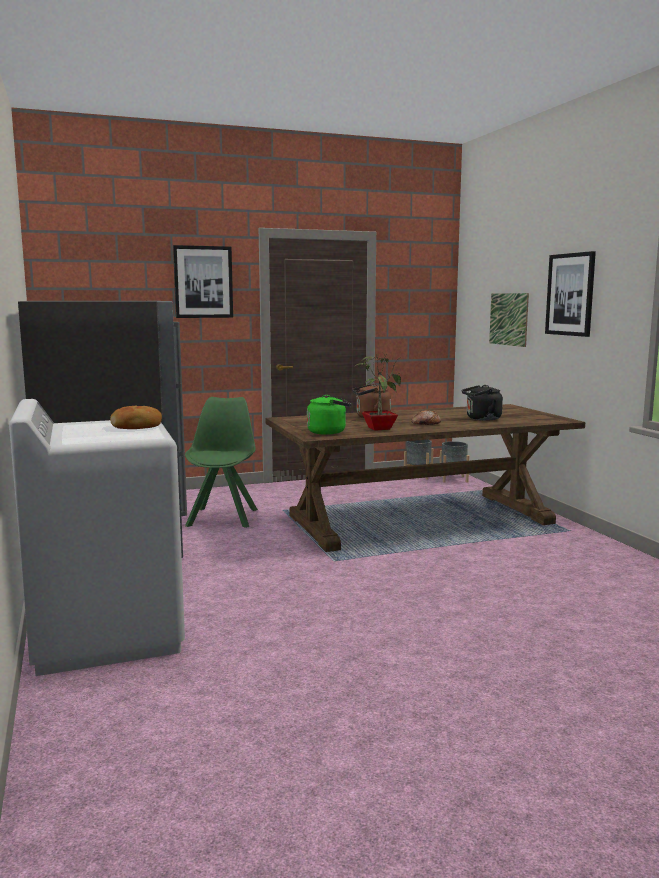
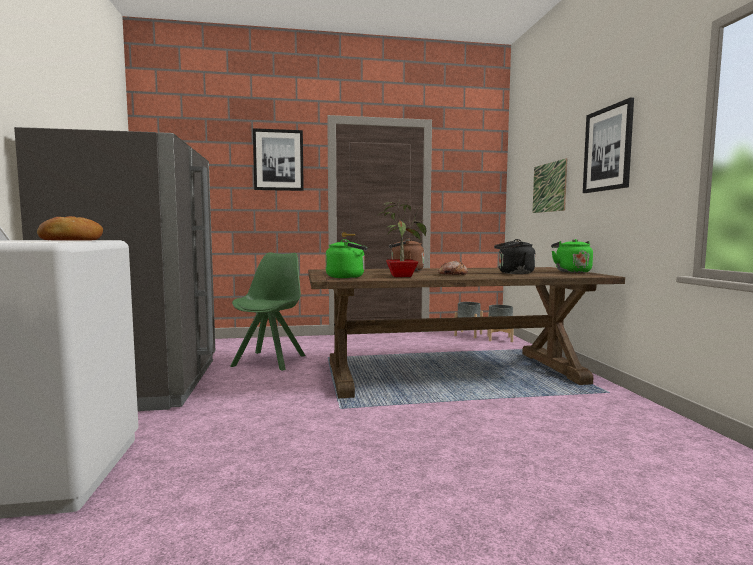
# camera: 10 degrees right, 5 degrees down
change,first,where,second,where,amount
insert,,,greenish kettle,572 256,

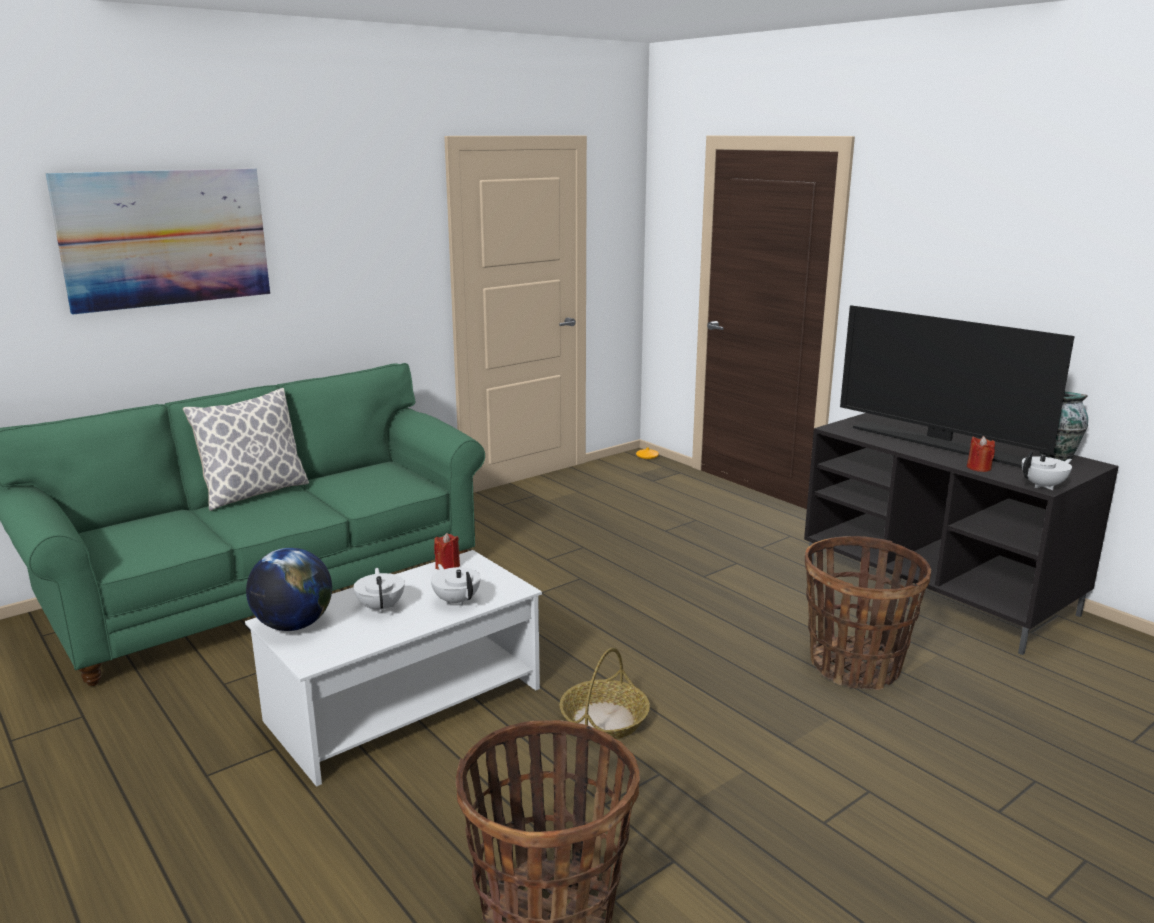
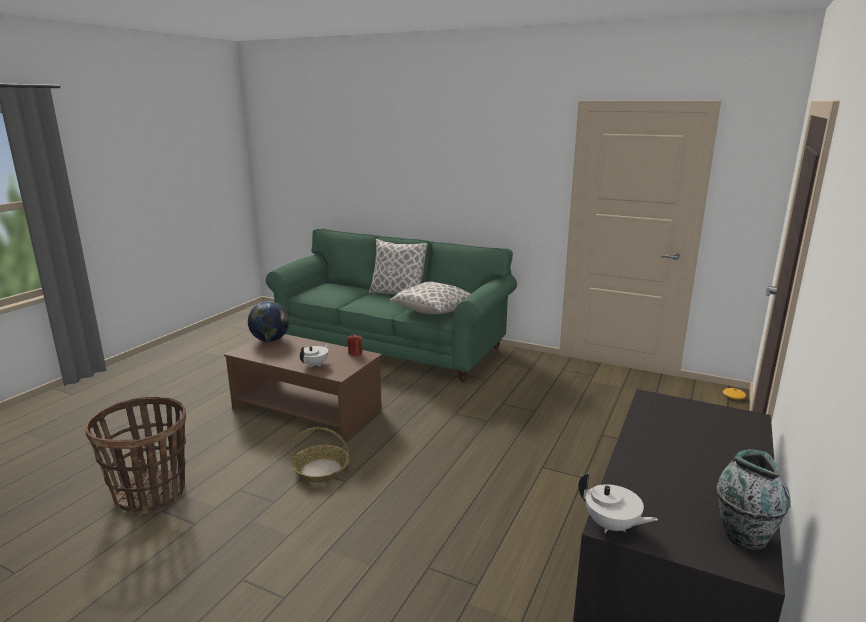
# camera: 65 degrees right, 0 degrees up
change,first,where,second,where,amount
delete,picture,157 241,,,
recolor,whitish lounge table,393 668,brownish lounge table,303 387,
delete,whitish pot for tea,379 590,,,
delete,basket,868 613,,,
delete,television,957 386,,,
delete,red-coloured candle,981 454,,,
insert,,,pillow,430 297,

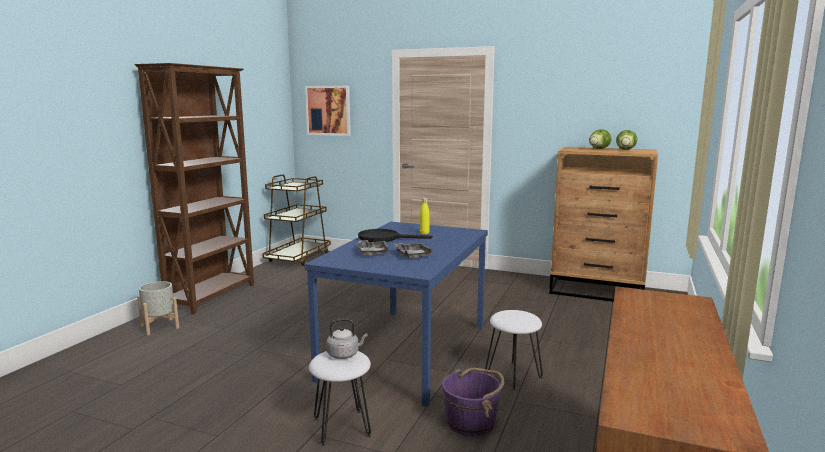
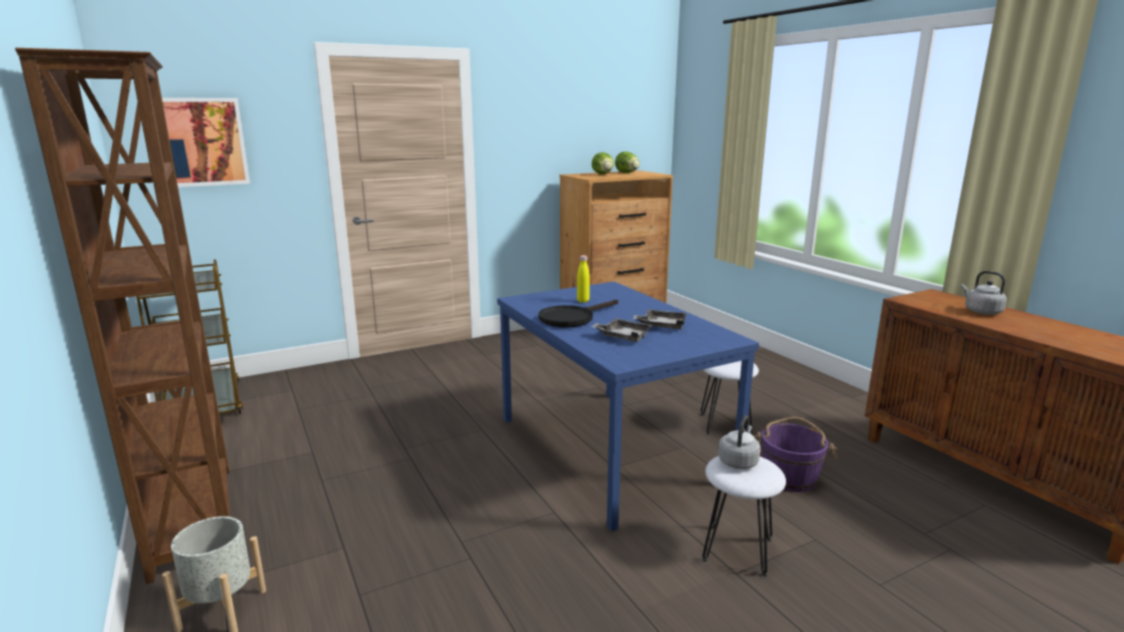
# camera: 50 degrees left, 5 degrees up
change,first,where,second,where,amount
insert,,,gray kettle,984 293,

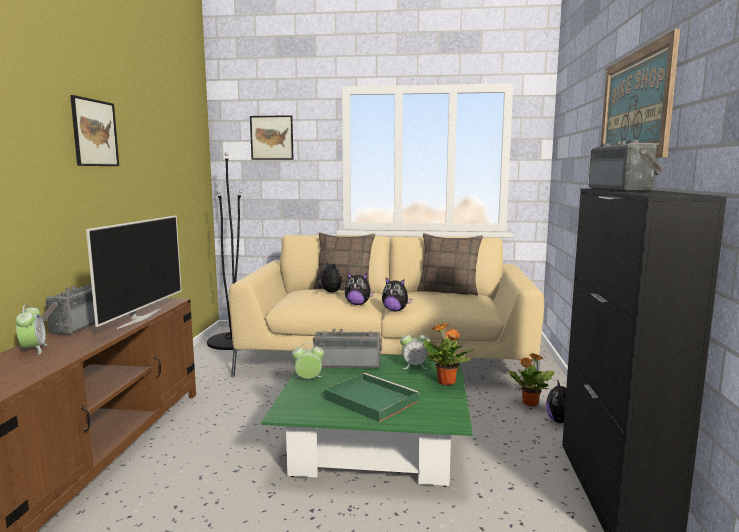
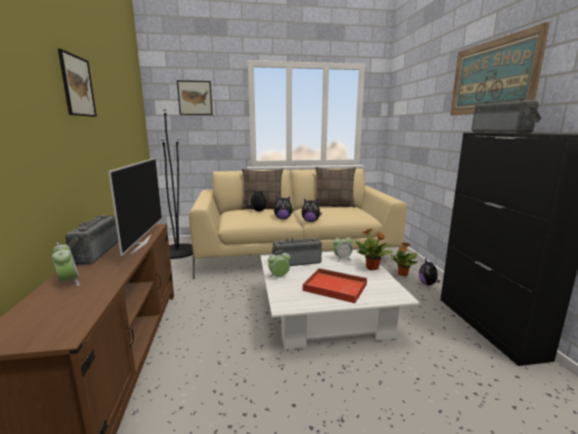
# camera: 15 degrees left, 5 degrees up
change,first,where,second,where,amount
recolor,greenish lounge table,367 420,whitish lounge table,340 300,
recolor,greenish carrying tray,372 397,red-coloured carrying tray,335 285,

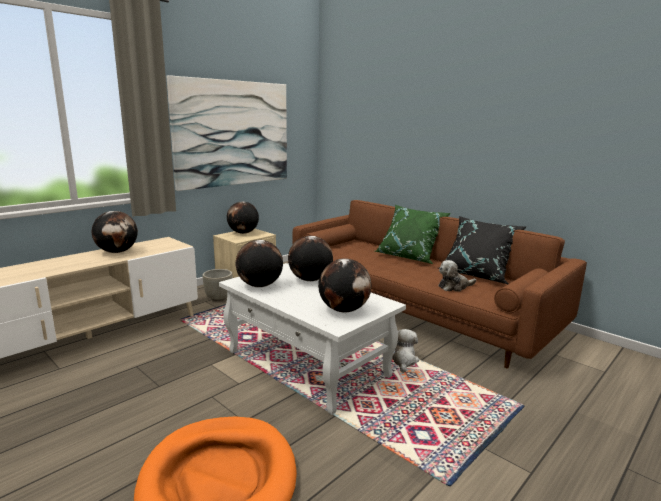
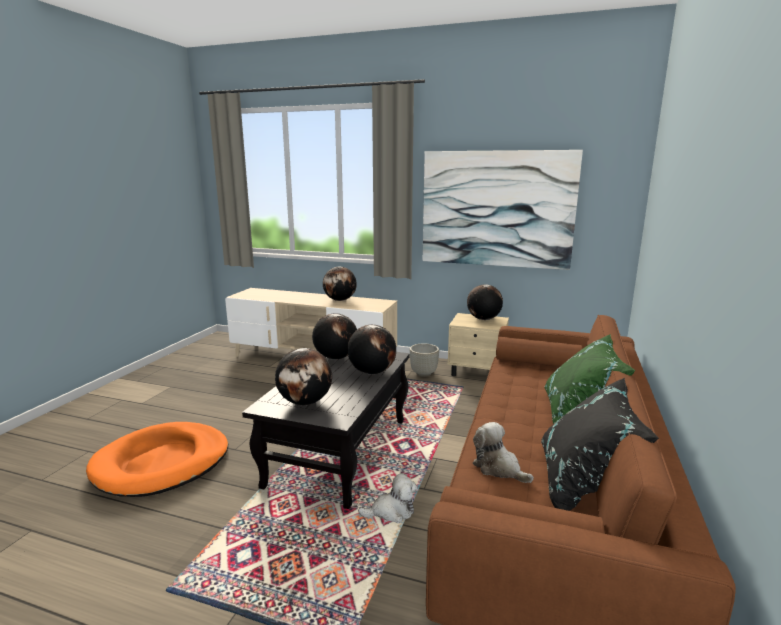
# camera: 65 degrees right, 0 degrees up
change,first,where,second,where,amount
recolor,whitish lounge table,312 339,black lounge table,326 430,

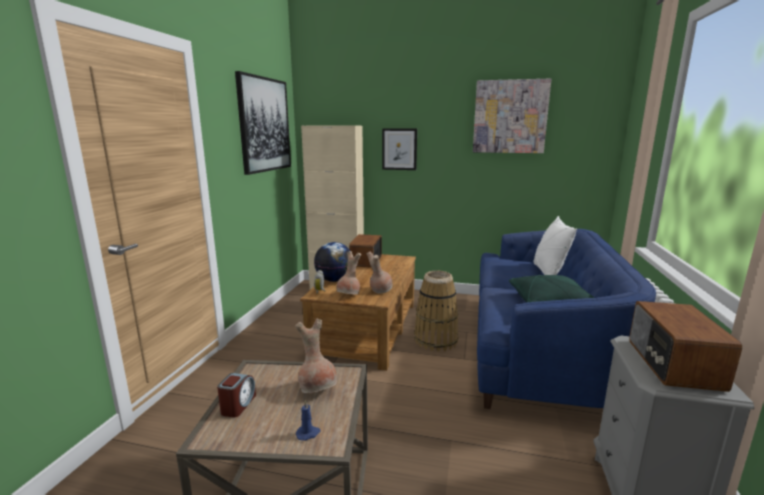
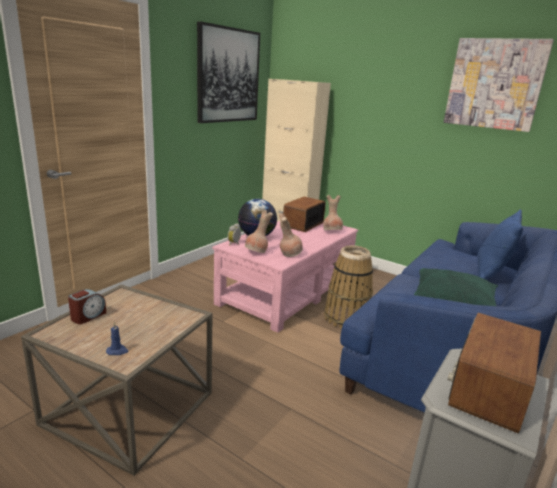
# camera: 20 degrees right, 5 degrees up
change,first,where,second,where,amount
move,brownish decorative vase,316 356,,333 212,
recolor,brownish lounge table,358 312,pink-coloured lounge table,285 277,
delete,picture,399 149,,,
recolor,whitish pillow,555 245,blue-coloured pillow,500 244,

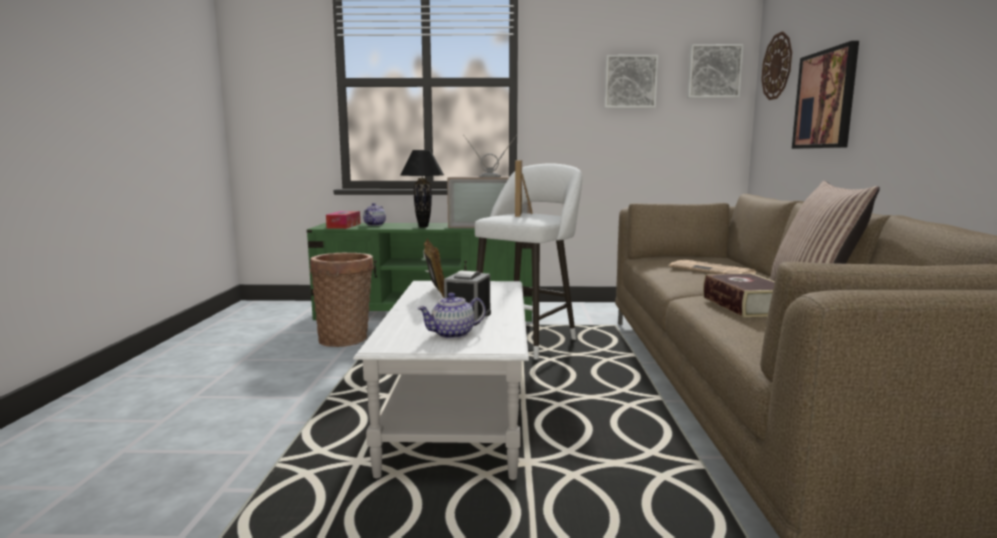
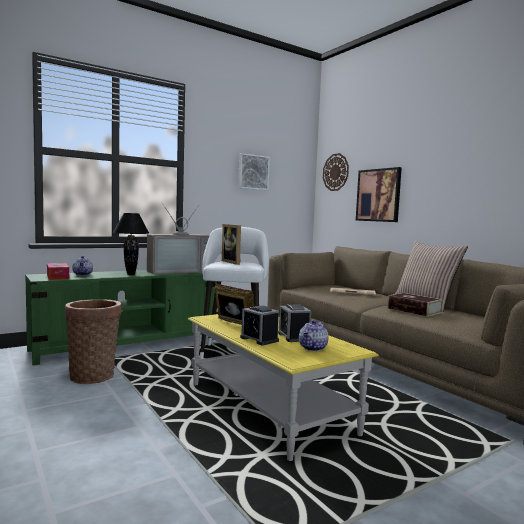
# camera: 35 degrees left, 5 degrees down
change,first,where,second,where,amount
recolor,whitish lounge table,441 380,yellow-coloured lounge table,283 387,
delete,picture,715 71,,,
insert,,,table clock,259 325,

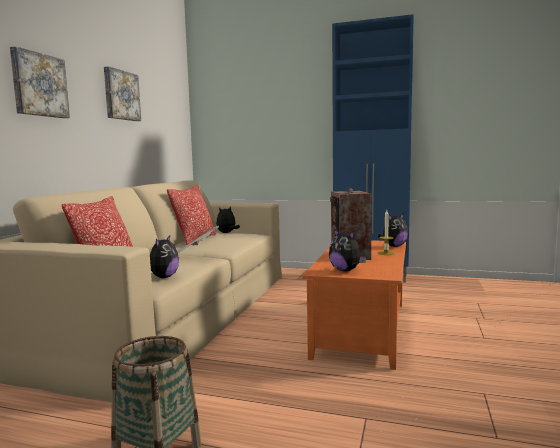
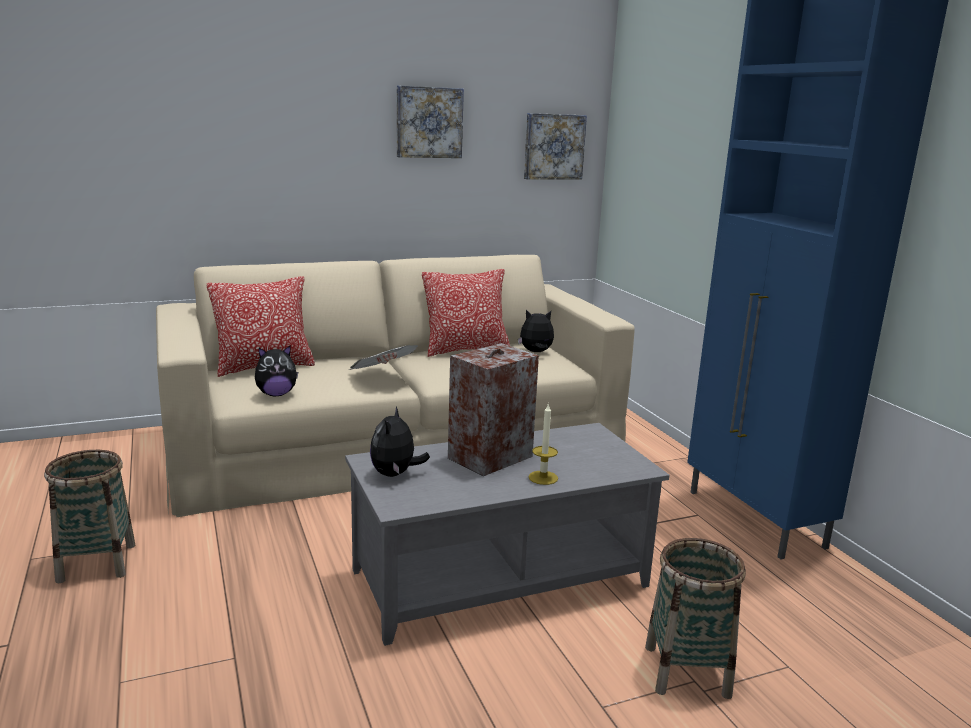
# camera: 50 degrees right, 10 degrees up
change,first,where,second,where,amount
move,picture,40 82,,555 146,
recolor,orange lounge table,354 305,gray lounge table,507 534,
delete,cuddly toy,393 230,,,
insert,,,basket,695 618,

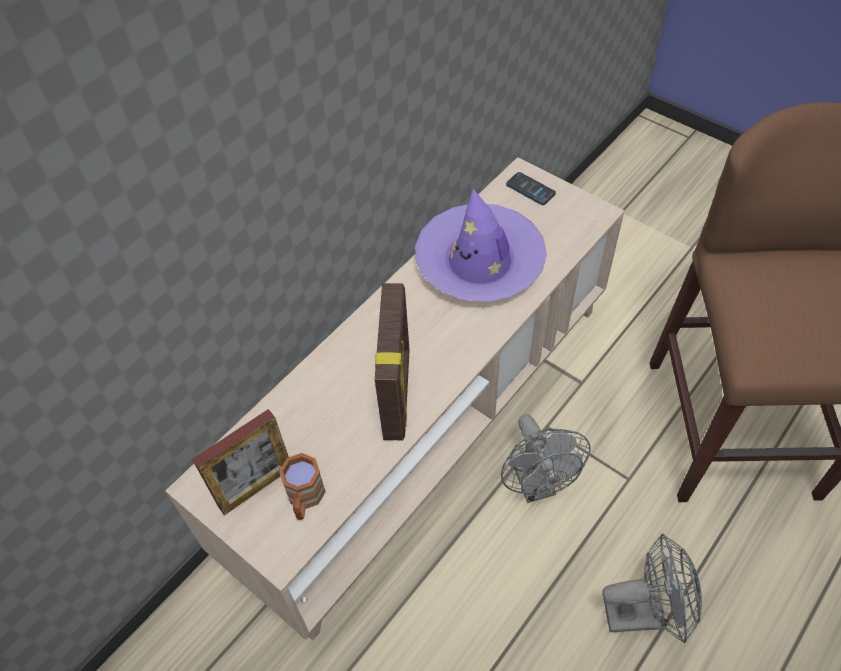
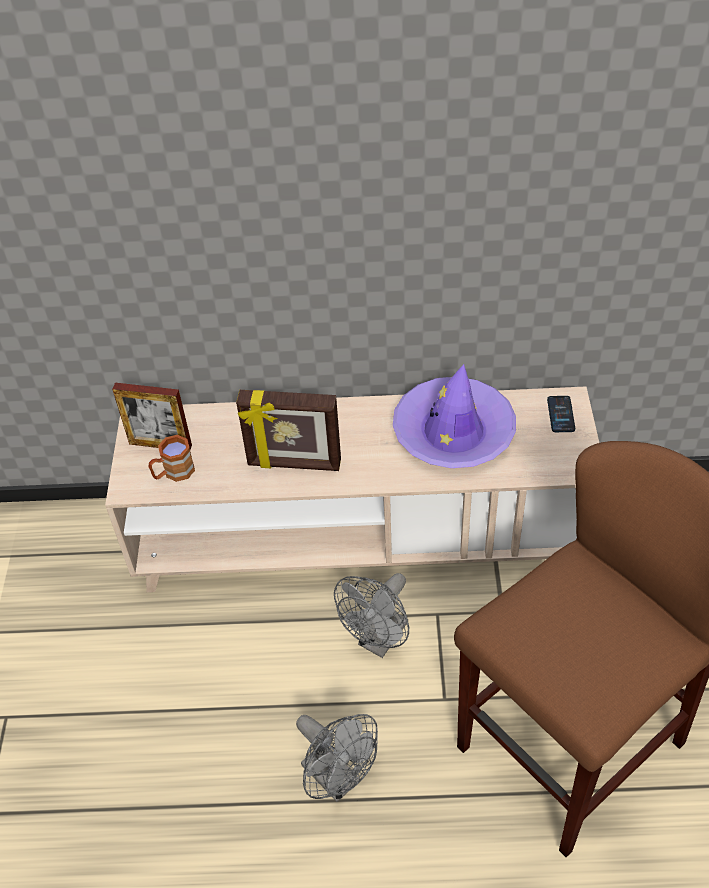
# camera: 50 degrees right, 5 degrees down
change,first,where,second,where,amount
rotate,standing frame,392 361,,288 430,45 degrees clockwise

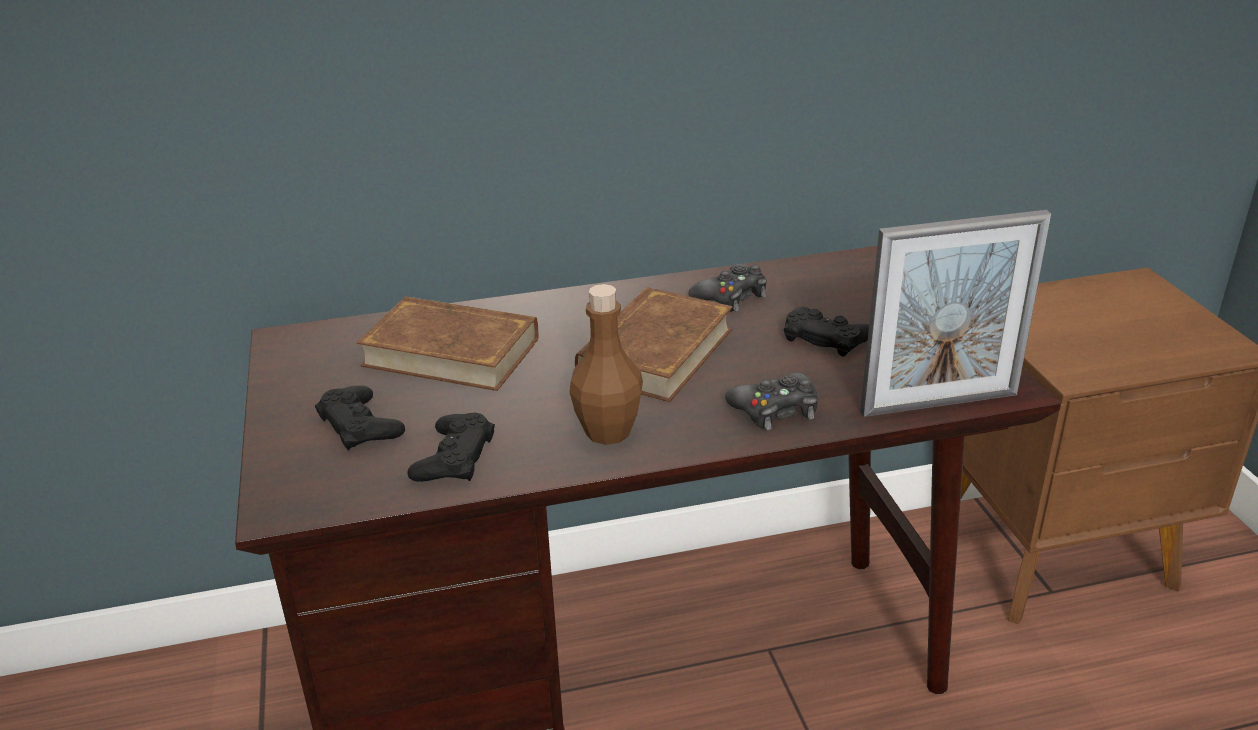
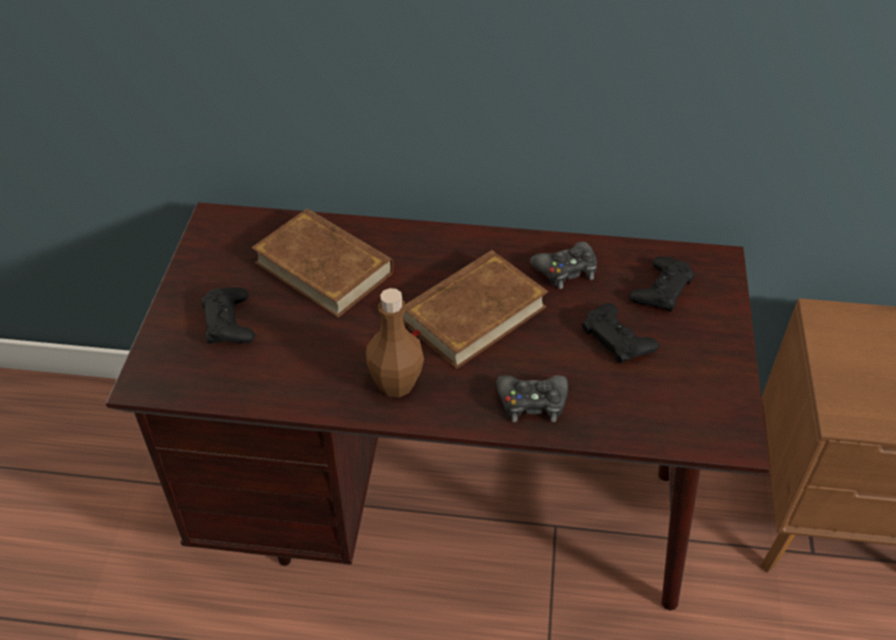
# camera: 20 degrees right, 15 degrees up
change,first,where,second,where,amount
move,black joypad,451 447,,662 284,
delete,standing frame,955 313,,,

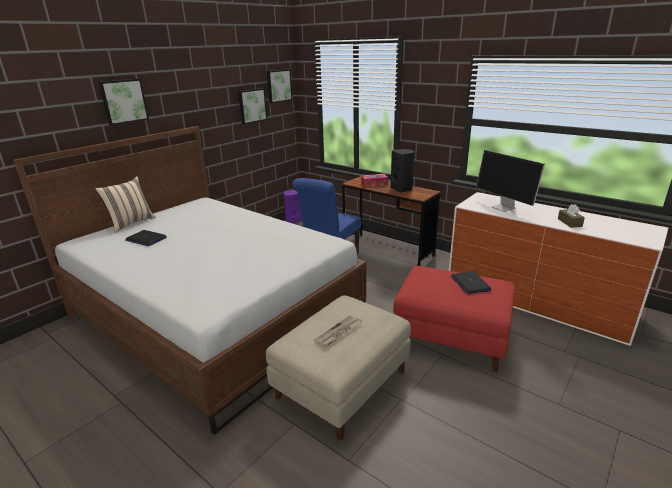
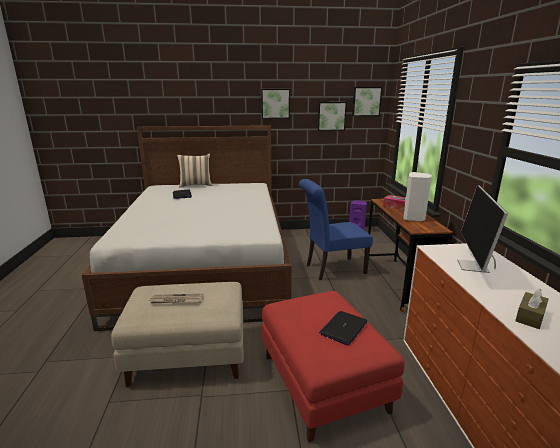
# camera: 45 degrees right, 5 degrees down
change,first,where,second,where,amount
move,picture,124 102,,275 104,
recolor,black audio speaker,402 171,whitish audio speaker,417 197,

